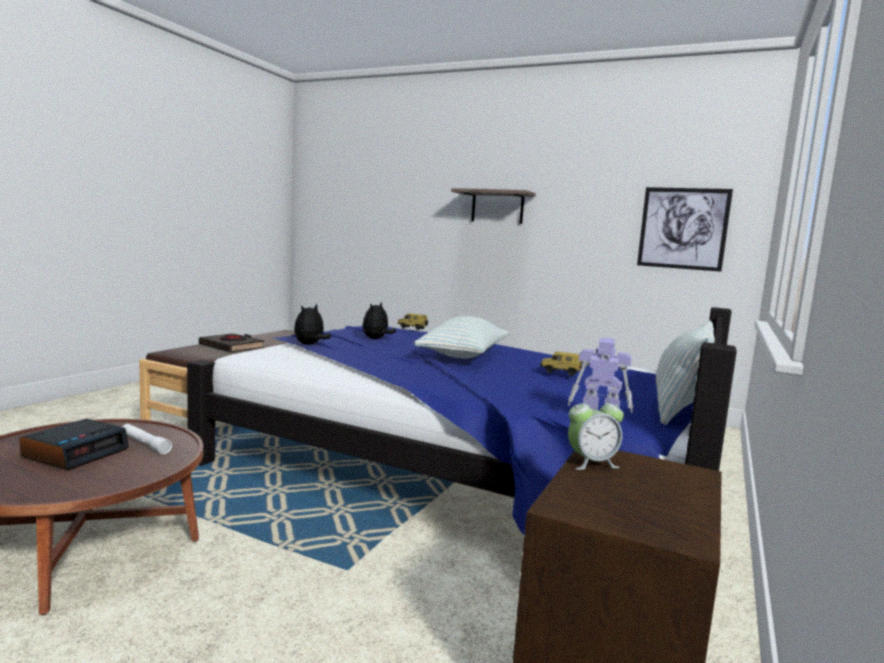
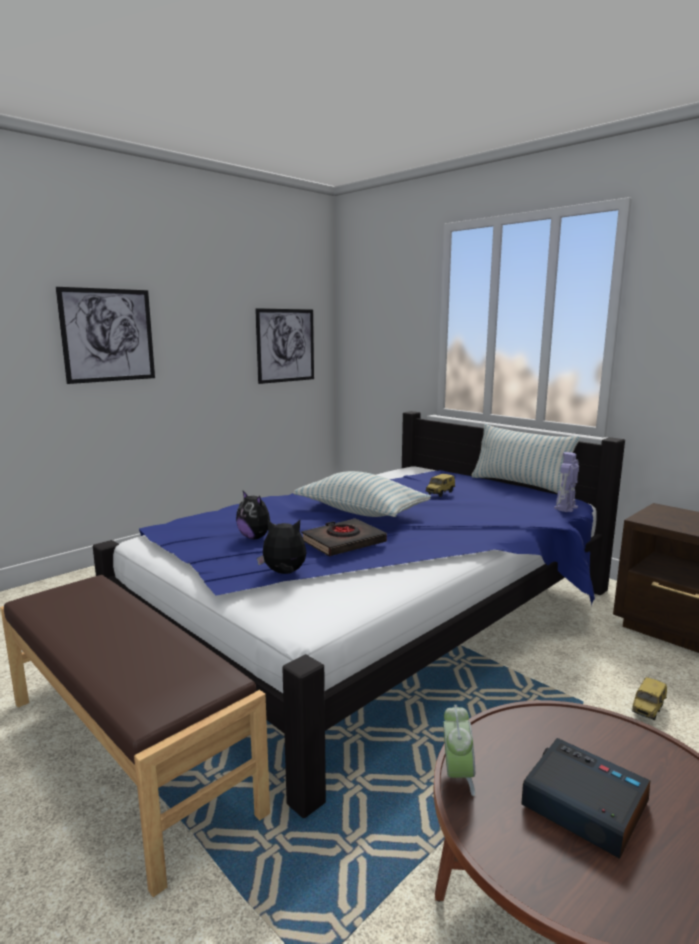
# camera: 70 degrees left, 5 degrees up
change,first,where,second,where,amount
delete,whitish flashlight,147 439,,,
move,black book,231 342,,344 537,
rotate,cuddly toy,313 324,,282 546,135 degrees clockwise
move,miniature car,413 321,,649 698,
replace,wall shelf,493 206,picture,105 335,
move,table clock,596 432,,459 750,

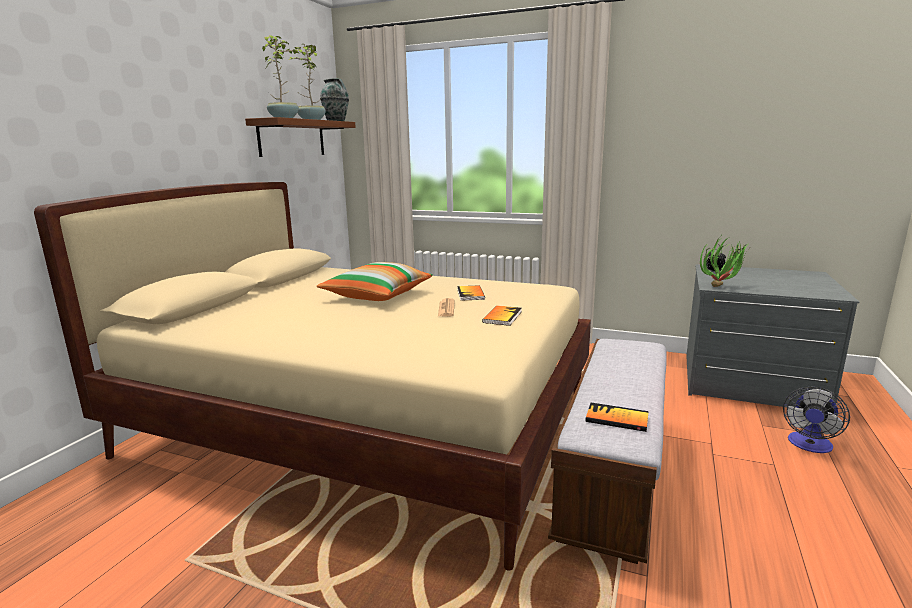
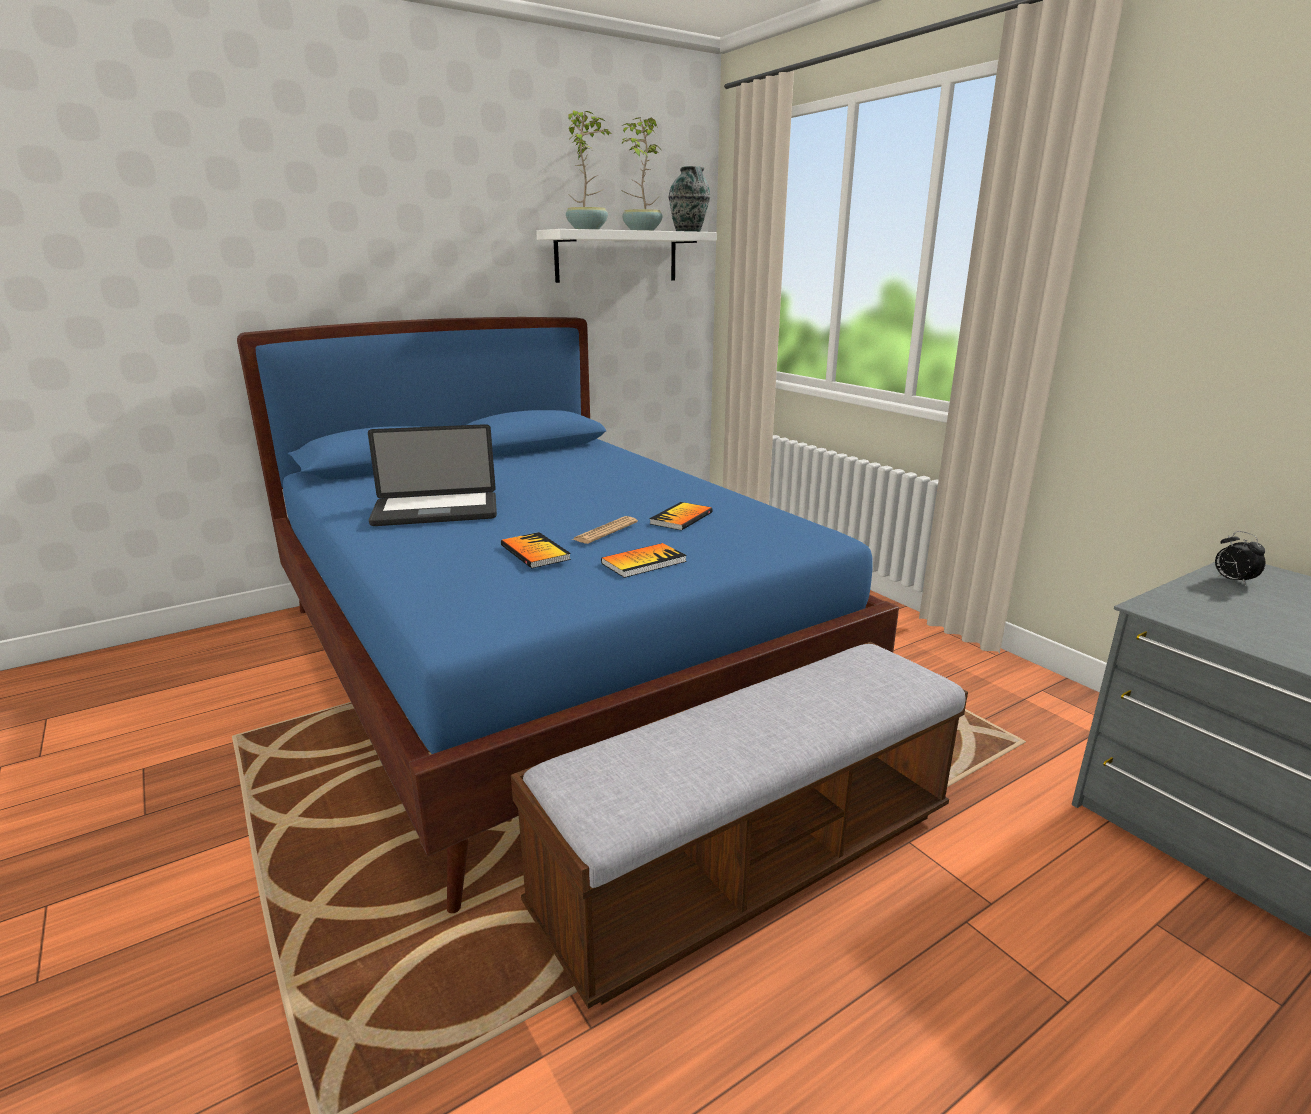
# camera: 35 degrees right, 5 degrees up
change,first,where,second,where,amount
recolor,sand-coloured bed,312 376,blue-coloured bed,568 615,
recolor,brownish wall shelf,300 137,whitish wall shelf,626 256,
delete,pillow,375 281,,,
move,book,617 417,,536 550,
delete,plant in a pot,724 262,,,
delete,cooling fan,816 420,,,
insert,,,portable computer,432 475,

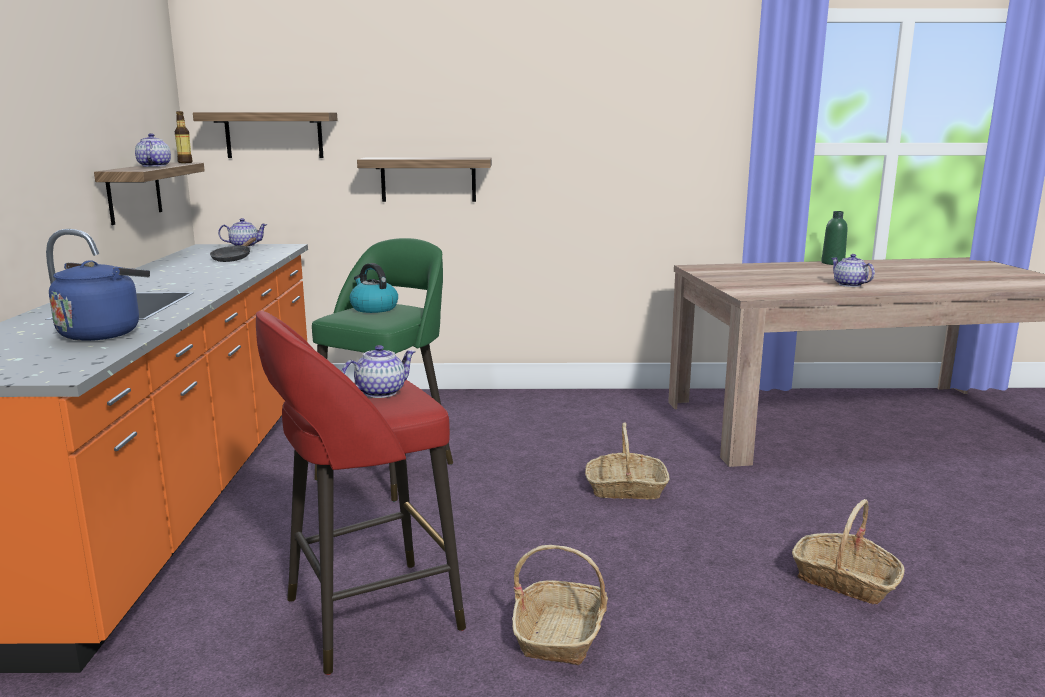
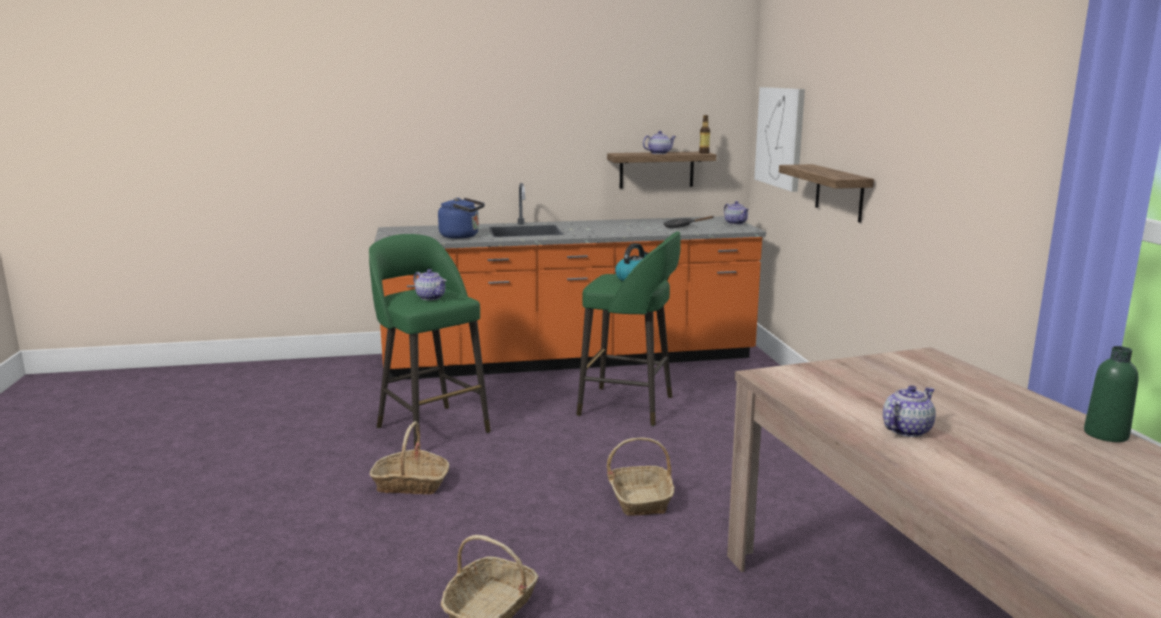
# camera: 80 degrees right, 0 degrees up
change,first,where,second,where,amount
replace,wall shelf,265 135,picture,779 139,
recolor,red-coloured stool,361 493,greenish stool,430 341,

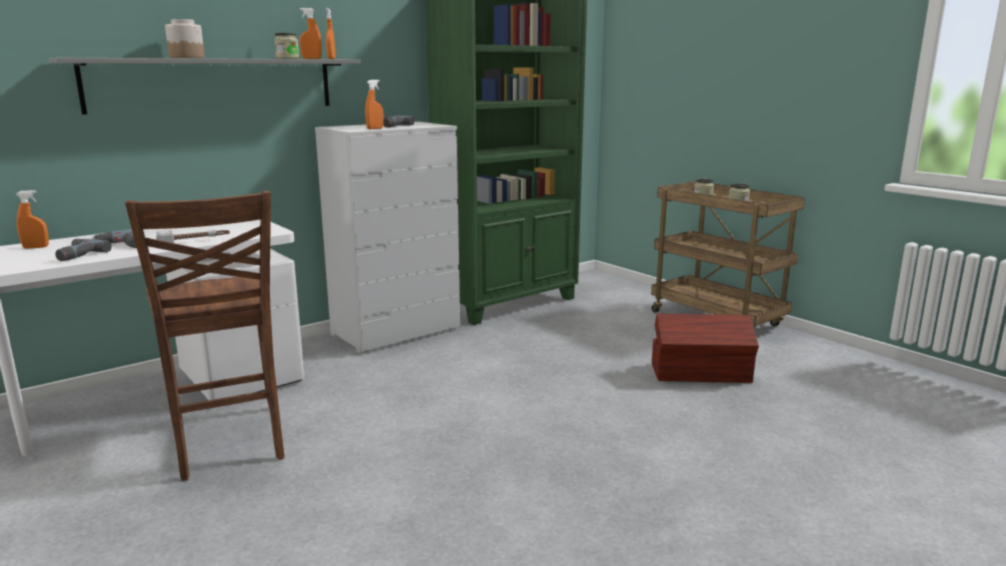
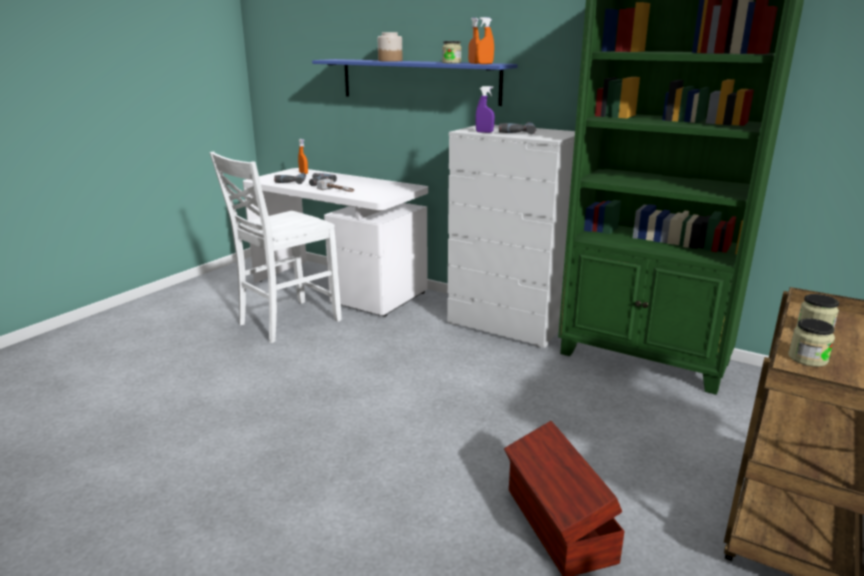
# camera: 70 degrees right, 5 degrees up
change,first,where,second,where,amount
recolor,gray wall shelf,205 86,blue-coloured wall shelf,415 82,
recolor,brownish upright chair,205 336,whitish upright chair,276 247,
recolor,orange sprayer,374 104,purplish sprayer,485 109,

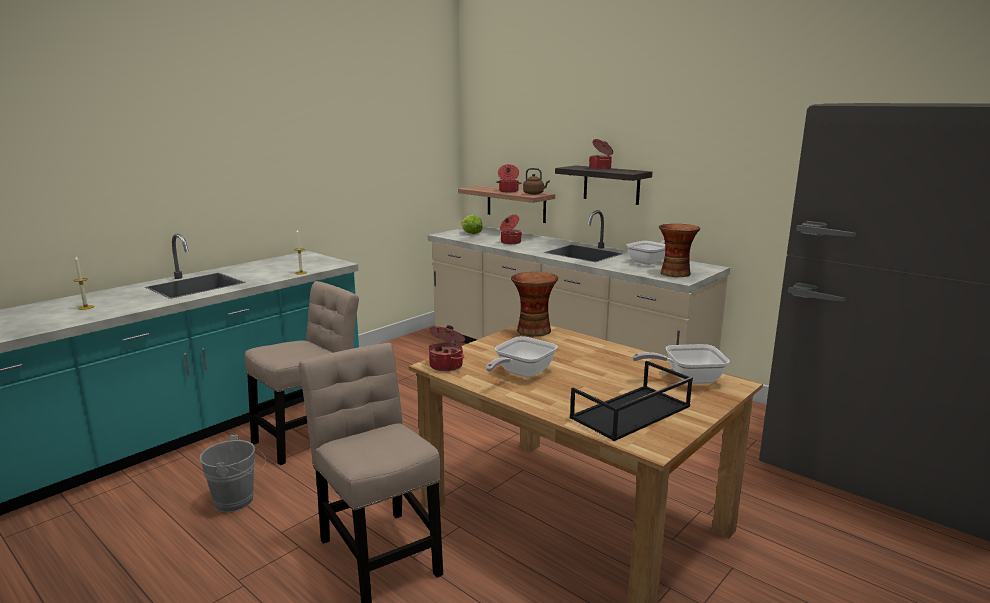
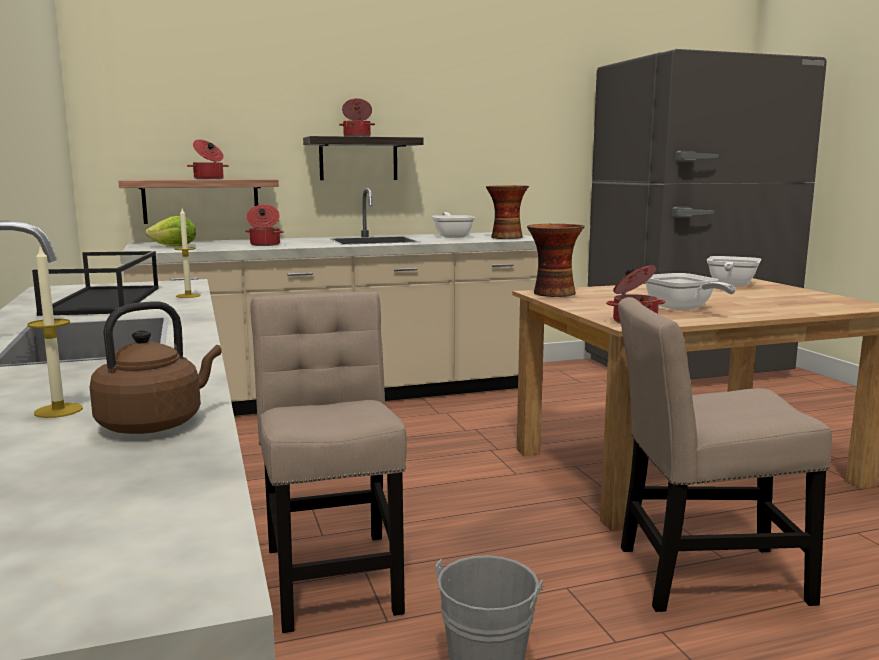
# camera: 60 degrees left, 5 degrees down
change,first,where,second,where,amount
move,brownish kettle,536 181,,156 367,
move,black carrying tray,631 401,,95 283,

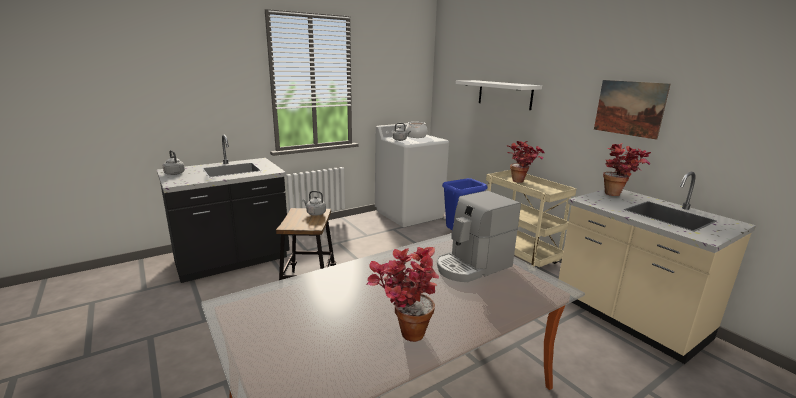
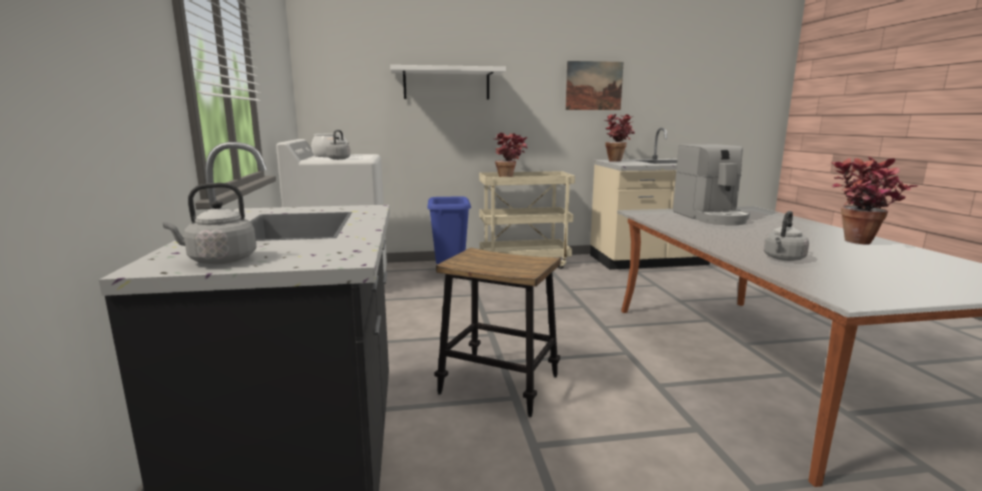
# camera: 65 degrees left, 5 degrees down
change,first,where,second,where,amount
move,gray kettle,314 203,,786 236,

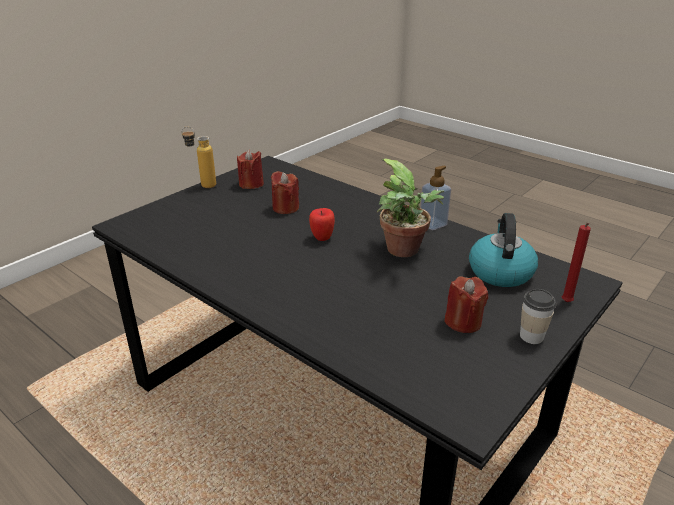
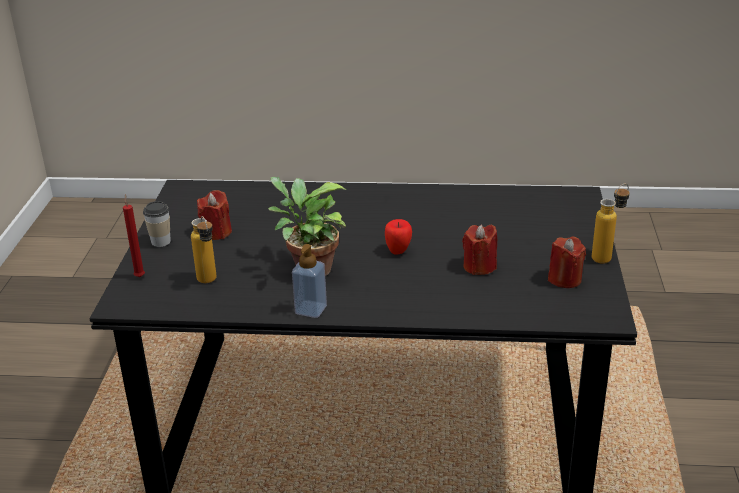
# camera: 145 degrees right, 0 degrees up
change,first,where,second,where,amount
replace,kettle,503 250,bottle,204 249,

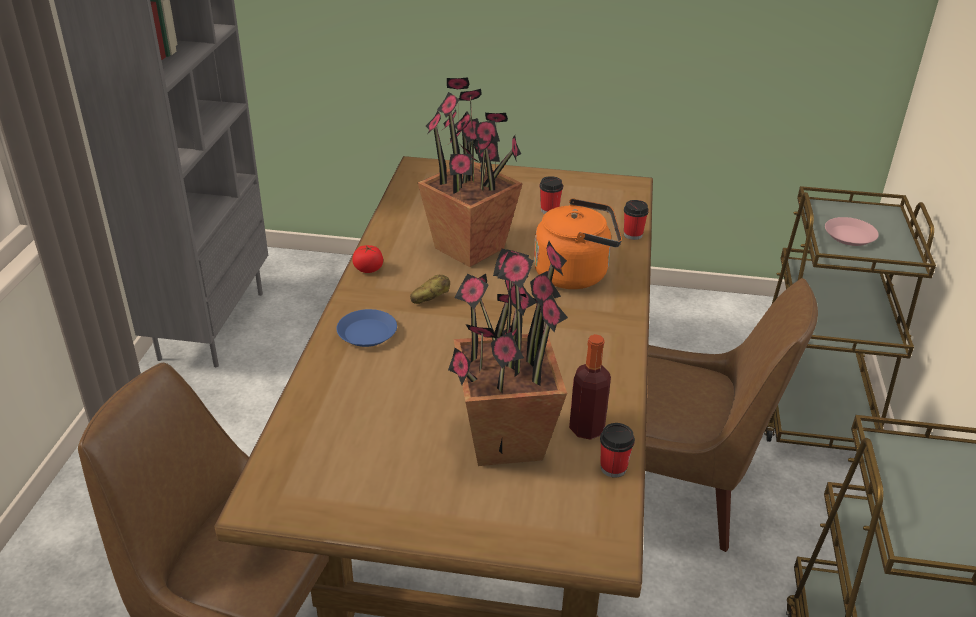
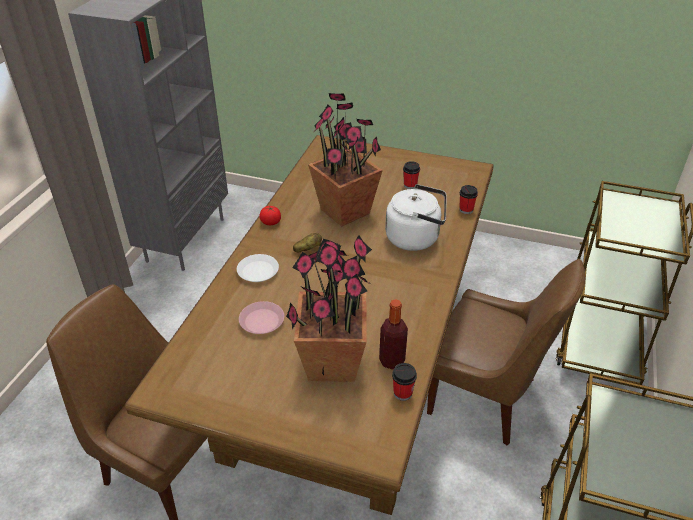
# camera: 10 degrees right, 5 degrees up
change,first,where,second,where,amount
recolor,blue-coloured plate,366 328,whitish plate,258 268,
recolor,orange kettle,578 243,whitish kettle,416 217,
move,pink-coloured plate,852 231,,261 317,

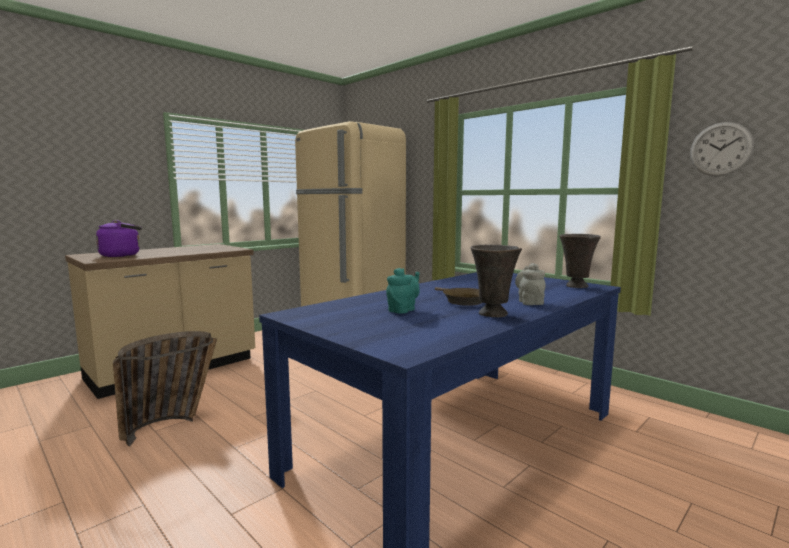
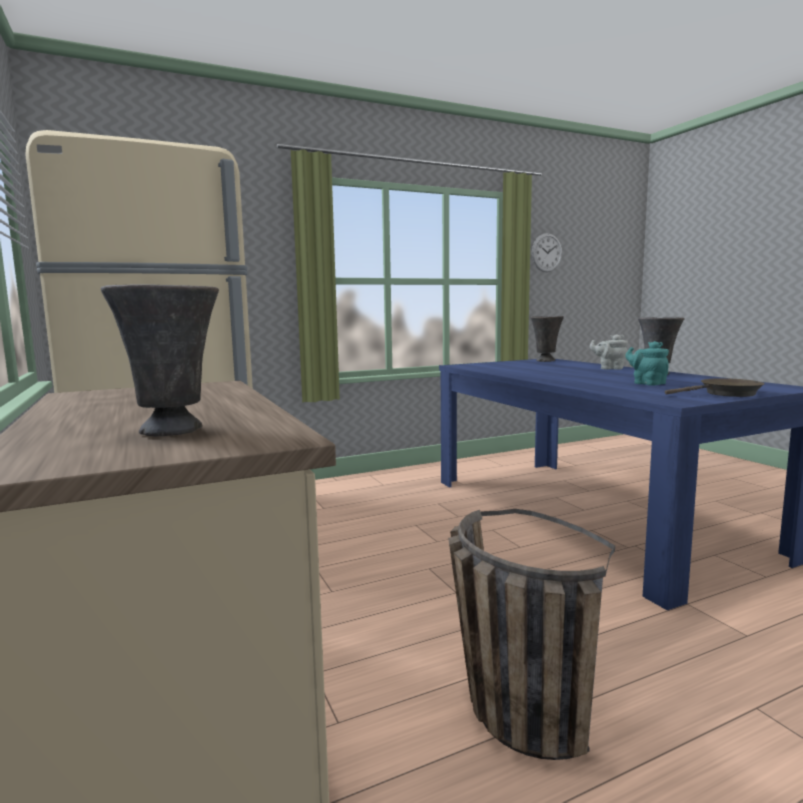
# camera: 70 degrees left, 0 degrees up
change,first,where,second,where,amount
replace,purplish kettle,119 238,gray decorative vase,160 360,
move,brownish pan,458 296,,715 387,

